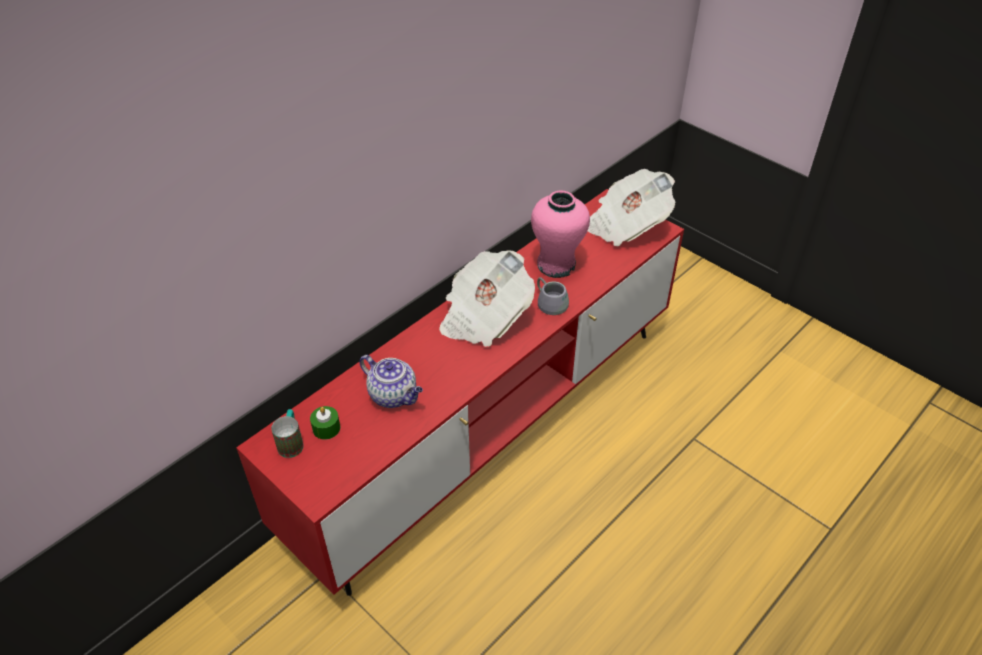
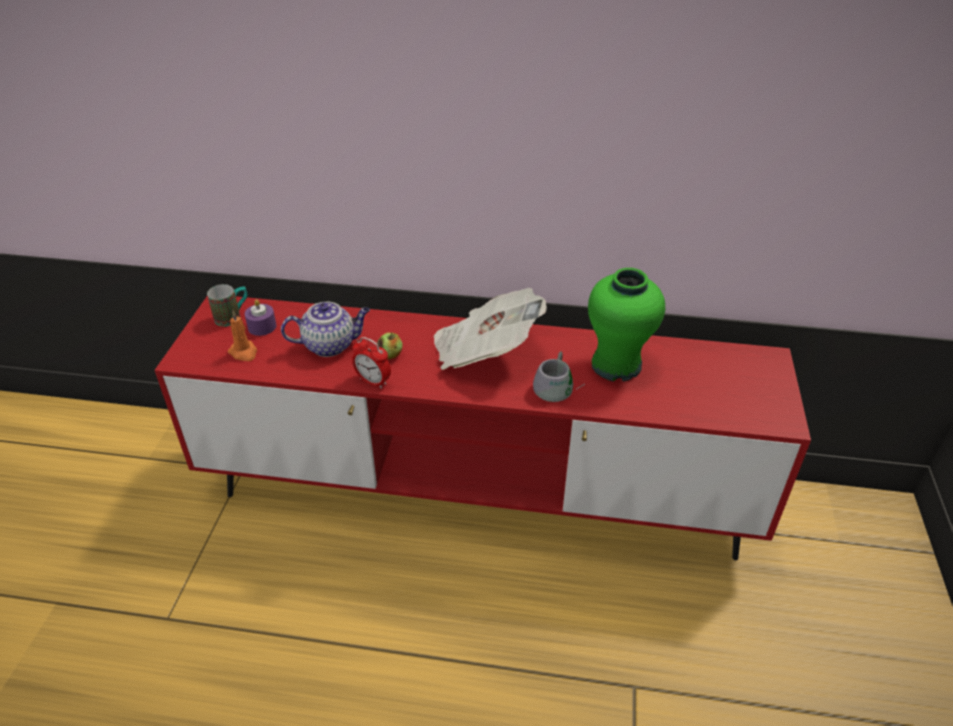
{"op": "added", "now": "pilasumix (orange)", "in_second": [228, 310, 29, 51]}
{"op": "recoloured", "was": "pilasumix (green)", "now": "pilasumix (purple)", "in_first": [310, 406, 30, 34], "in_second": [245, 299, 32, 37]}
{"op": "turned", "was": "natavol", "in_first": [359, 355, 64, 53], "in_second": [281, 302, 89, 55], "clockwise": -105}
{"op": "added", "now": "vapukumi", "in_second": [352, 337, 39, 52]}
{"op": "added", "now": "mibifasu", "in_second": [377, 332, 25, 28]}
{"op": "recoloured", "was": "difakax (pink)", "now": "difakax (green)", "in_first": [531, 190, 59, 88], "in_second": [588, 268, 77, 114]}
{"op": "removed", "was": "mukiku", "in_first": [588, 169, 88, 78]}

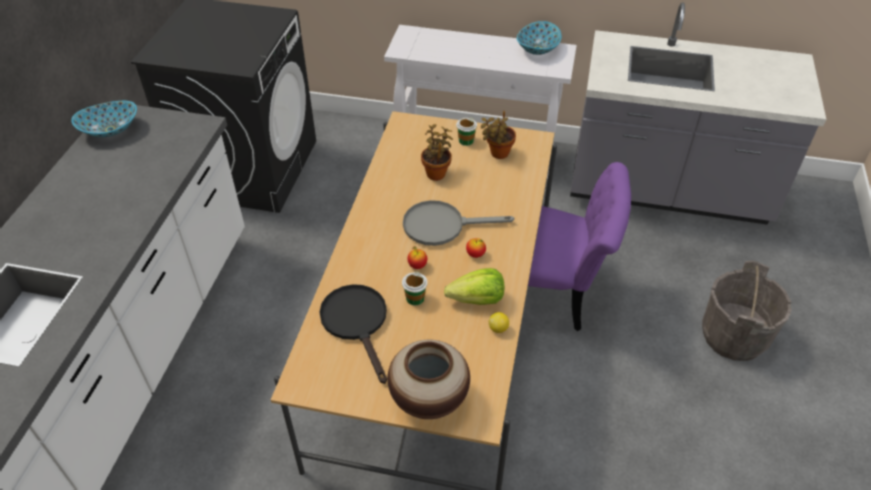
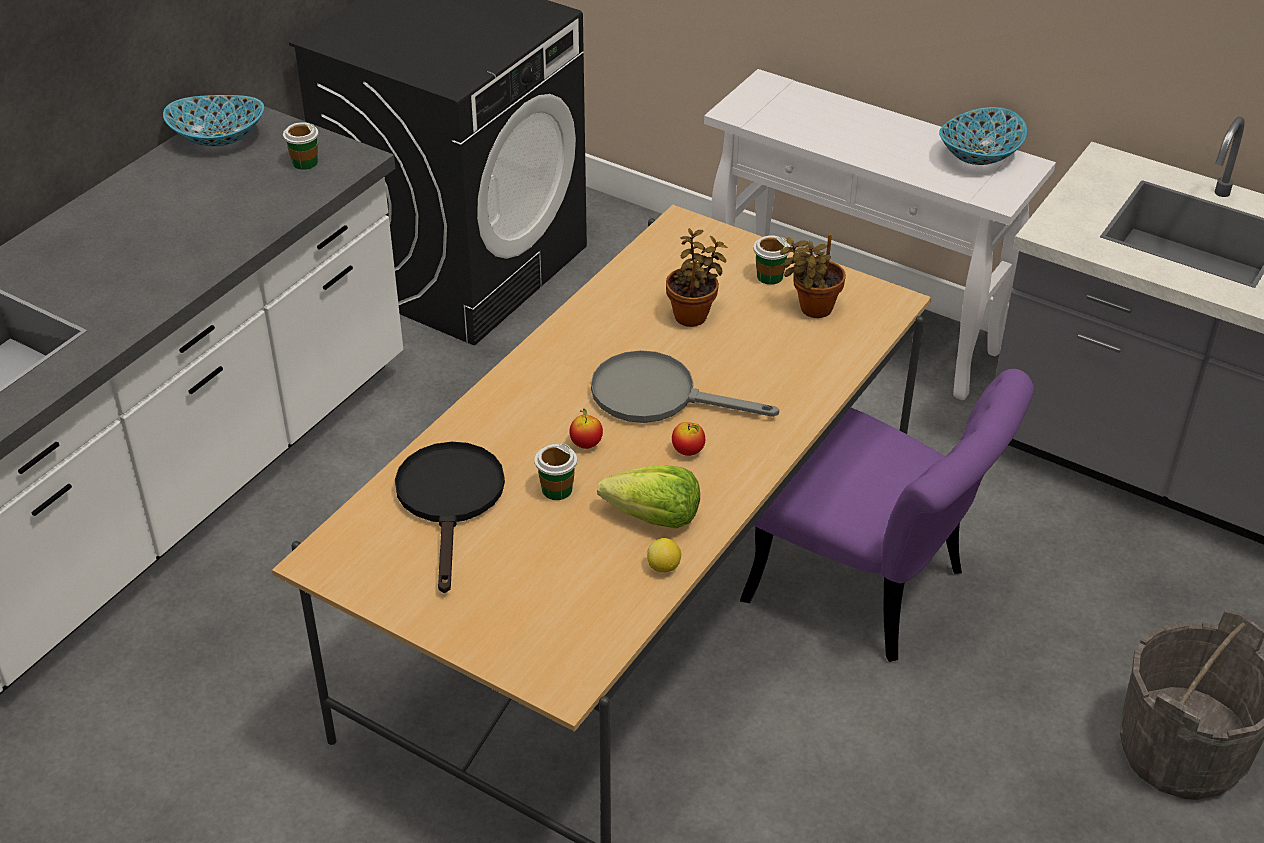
{"op": "added", "now": "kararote", "in_second": [283, 122, 36, 48]}
{"op": "removed", "was": "difakax", "in_first": [388, 340, 82, 79]}

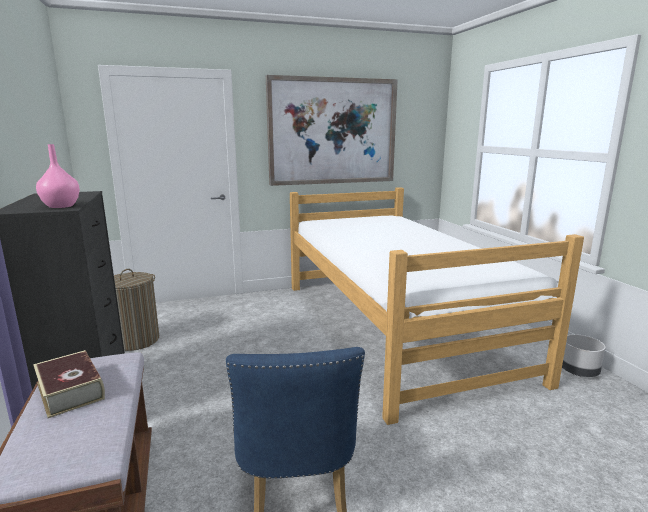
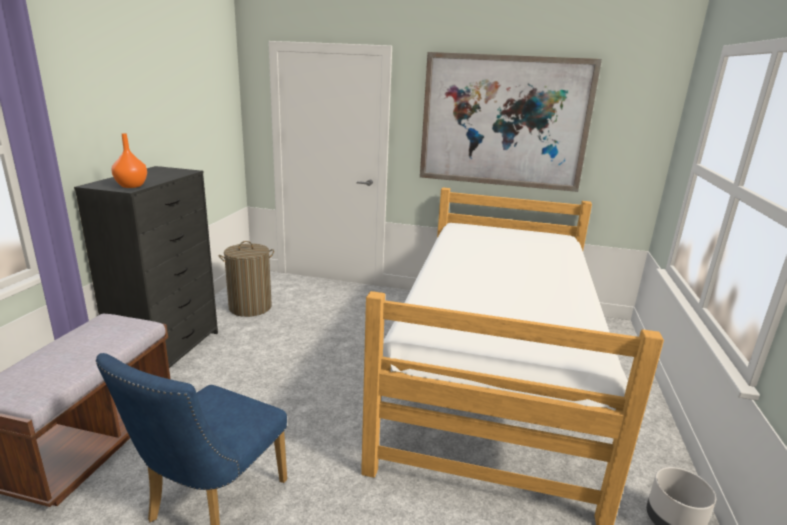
{"op": "recoloured", "was": "difakax (pink)", "now": "difakax (orange)", "in_first": [36, 144, 44, 64], "in_second": [111, 133, 36, 55]}
{"op": "removed", "was": "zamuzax", "in_first": [33, 350, 72, 68]}

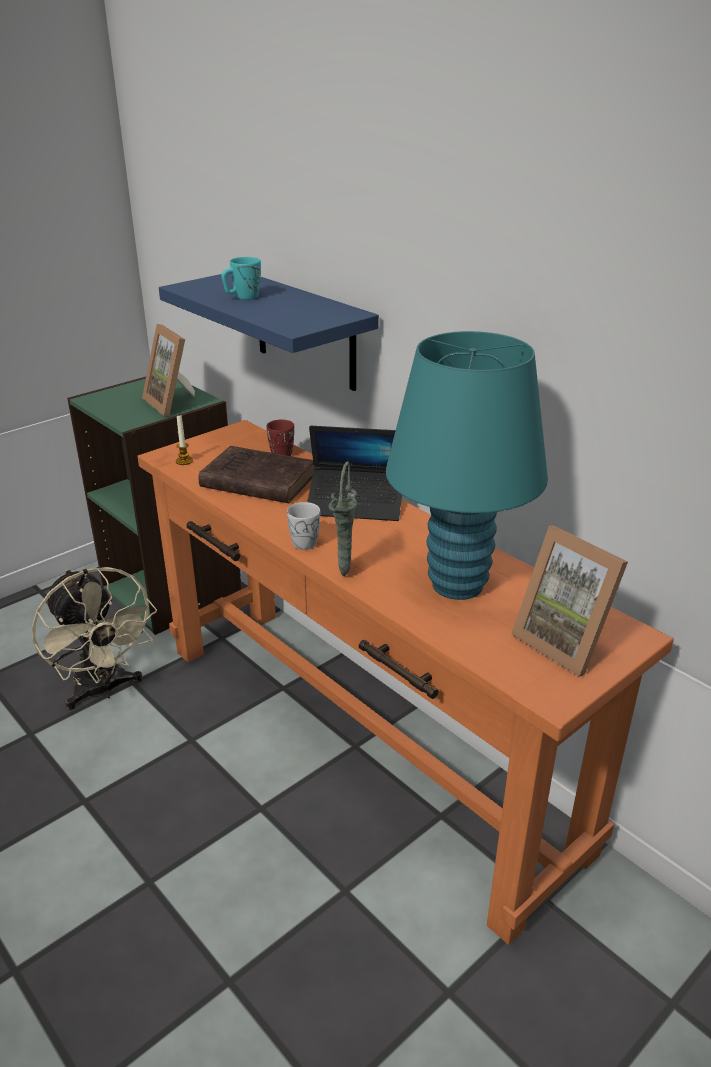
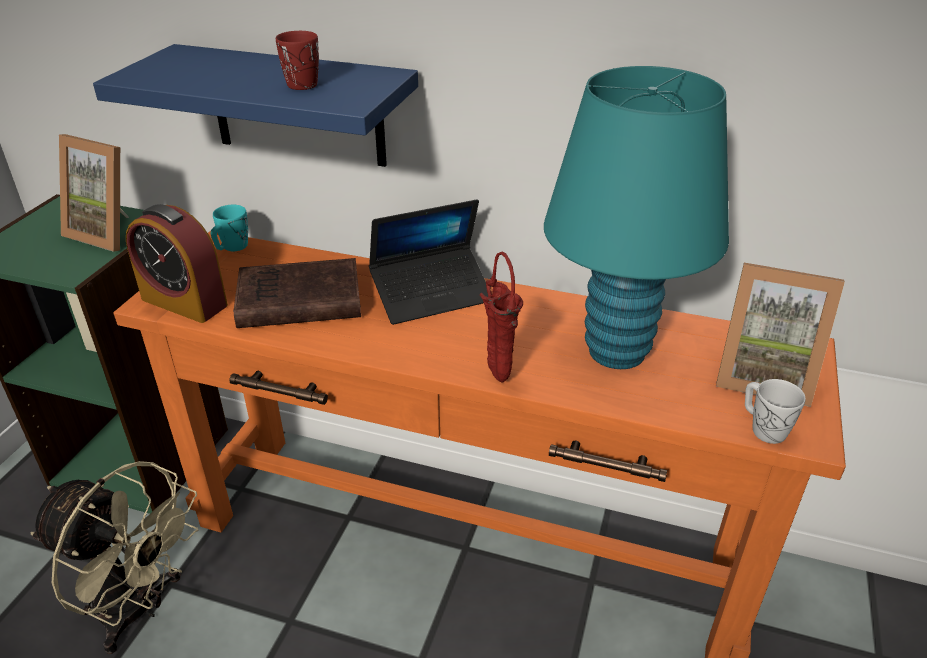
{"op": "replaced", "was": "pilasumix", "now": "vapukumi", "in_first": [176, 415, 17, 50], "in_second": [126, 204, 102, 119]}
{"op": "moved", "was": "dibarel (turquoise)", "in_first": [222, 257, 39, 43], "in_second": [211, 205, 37, 46]}
{"op": "moved", "was": "dibarel (red)", "in_first": [267, 420, 27, 36], "in_second": [276, 31, 43, 59]}
{"op": "recoloured", "was": "difakax (green)", "now": "difakax (red)", "in_first": [329, 462, 28, 114], "in_second": [480, 251, 43, 131]}
{"op": "moved", "was": "dibarel (white)", "in_first": [287, 502, 33, 48], "in_second": [745, 379, 61, 65]}

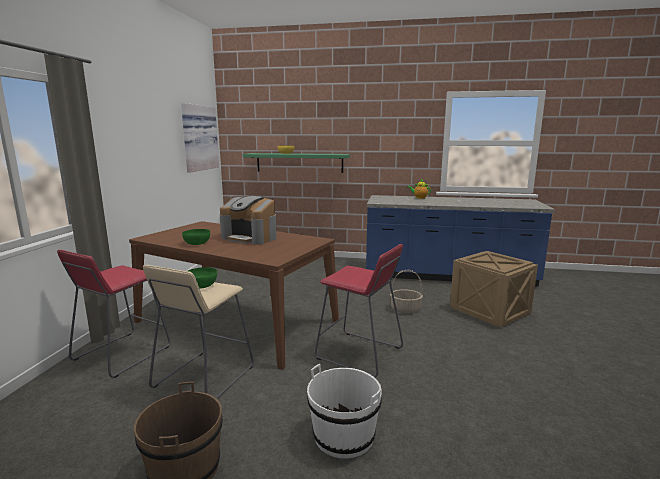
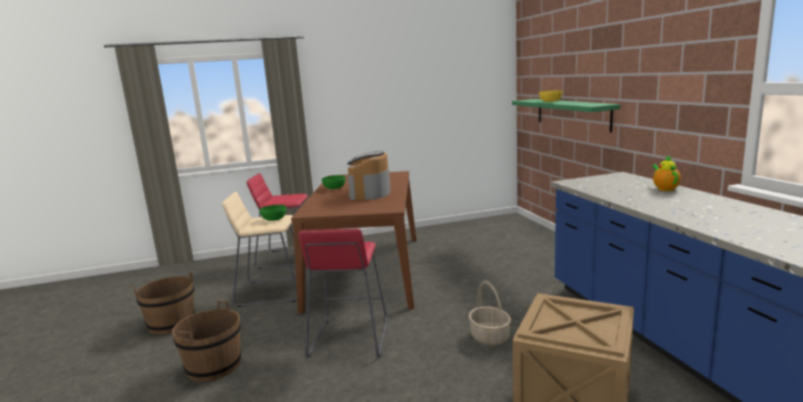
{"op": "recoloured", "was": "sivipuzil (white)", "now": "sivipuzil (brown)", "in_first": [307, 364, 75, 95], "in_second": [172, 301, 69, 81]}
{"op": "removed", "was": "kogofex", "in_first": [181, 103, 38, 70]}

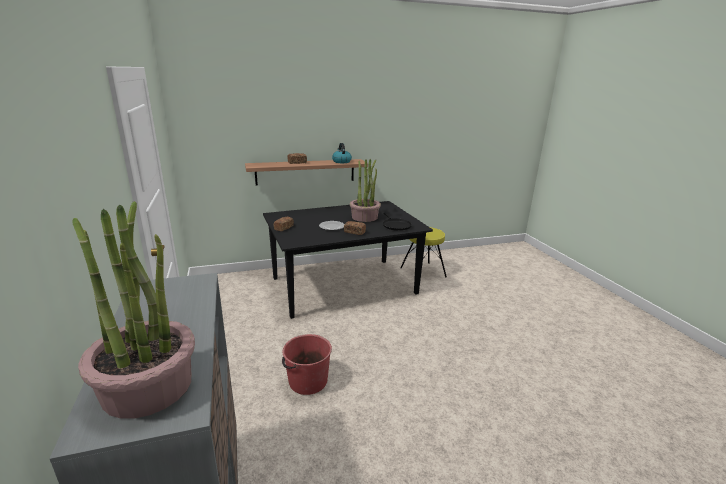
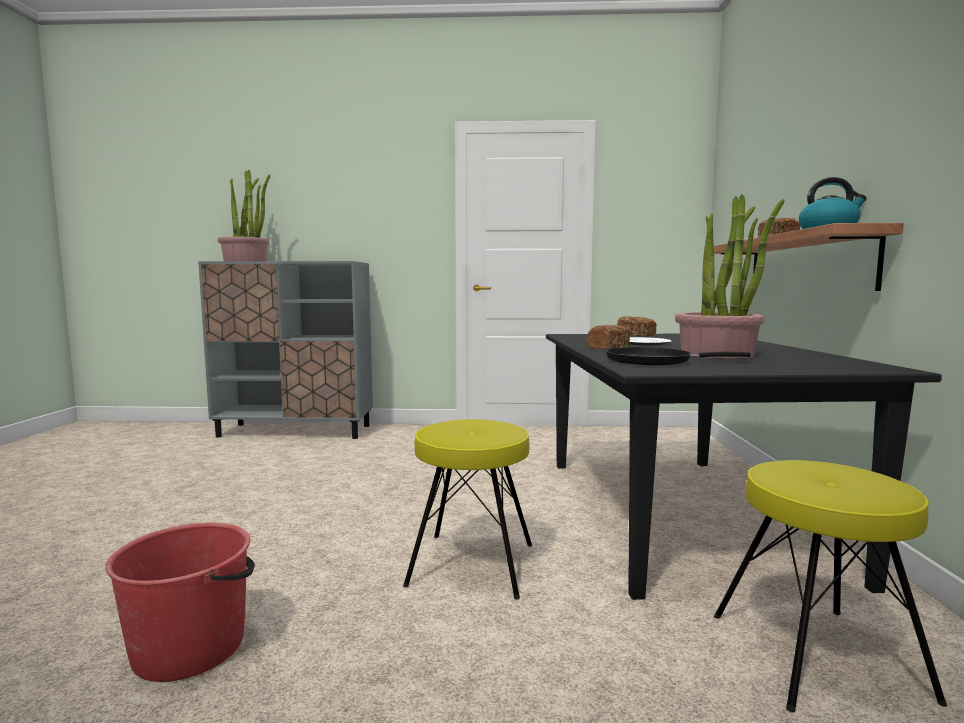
{"op": "moved", "was": "sivipuzil (red)", "in_first": [282, 334, 50, 61], "in_second": [105, 522, 150, 160]}
{"op": "added", "now": "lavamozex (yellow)", "in_second": [403, 419, 129, 181]}

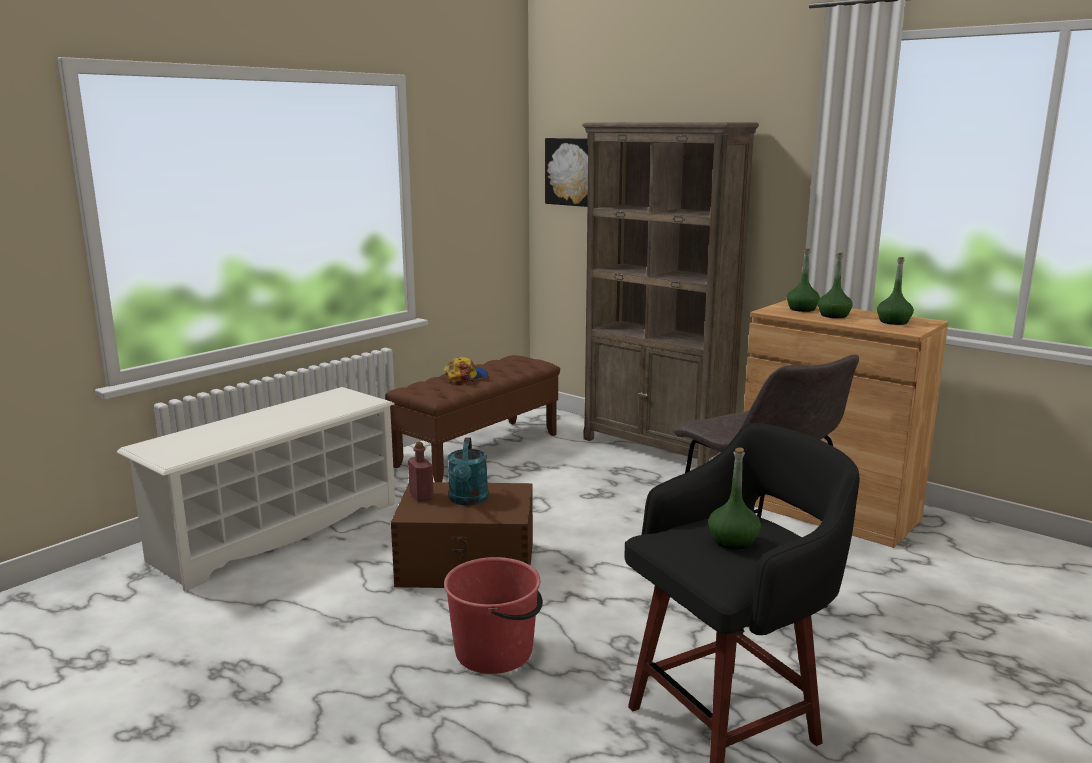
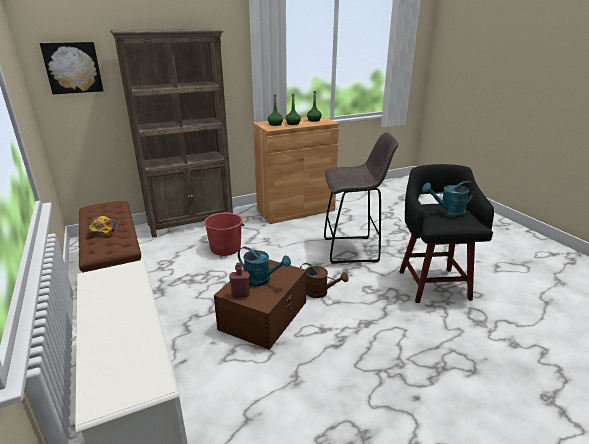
{"op": "moved", "was": "sivipuzil (red)", "in_first": [444, 557, 99, 117], "in_second": [204, 213, 41, 43]}
{"op": "added", "now": "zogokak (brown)", "in_second": [300, 263, 49, 35]}
{"op": "replaced", "was": "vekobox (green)", "now": "zogokak (turquoise)", "in_first": [708, 448, 53, 102], "in_second": [422, 181, 53, 37]}

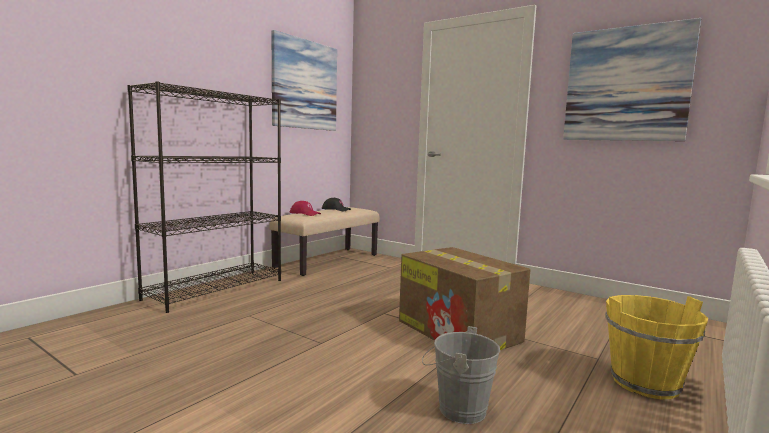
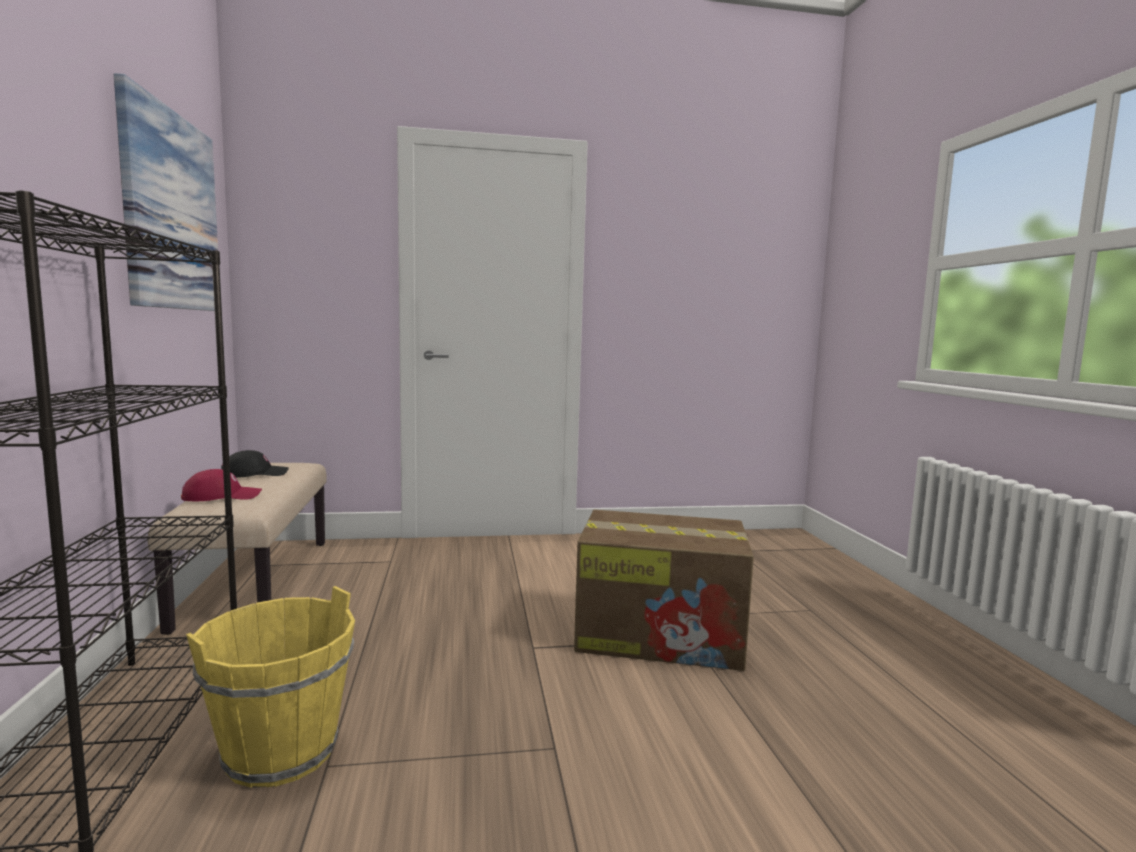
{"op": "moved", "was": "sivipuzil (yellow)", "in_first": [605, 295, 103, 104], "in_second": [186, 586, 169, 202]}
{"op": "removed", "was": "sivipuzil (grey)", "in_first": [422, 326, 78, 98]}
{"op": "removed", "was": "kogofex", "in_first": [563, 18, 138, 123]}

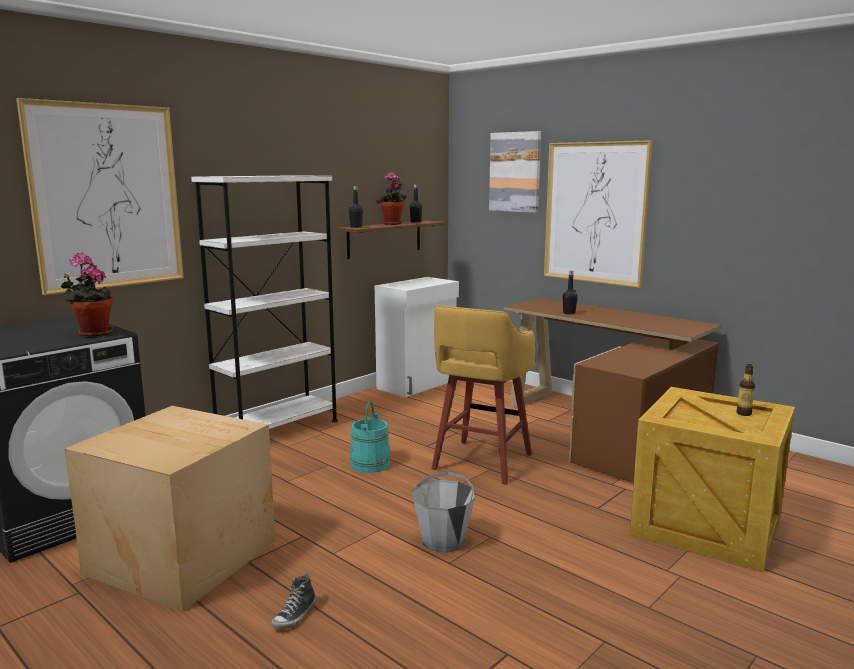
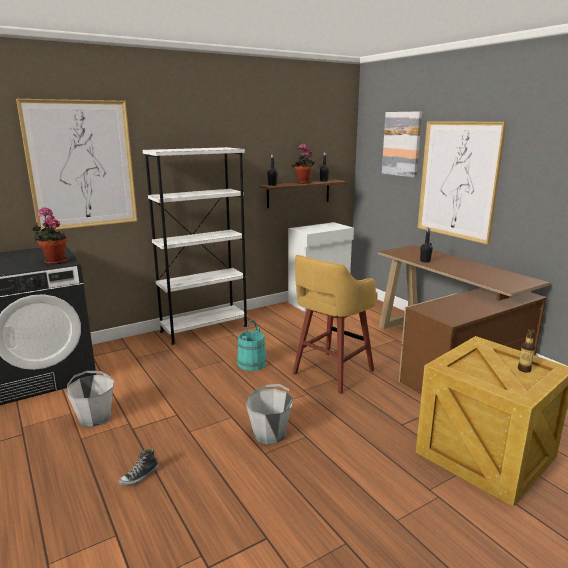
{"op": "replaced", "was": "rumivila", "now": "sivipuzil (grey)", "in_first": [65, 406, 211, 205], "in_second": [66, 371, 48, 56]}

